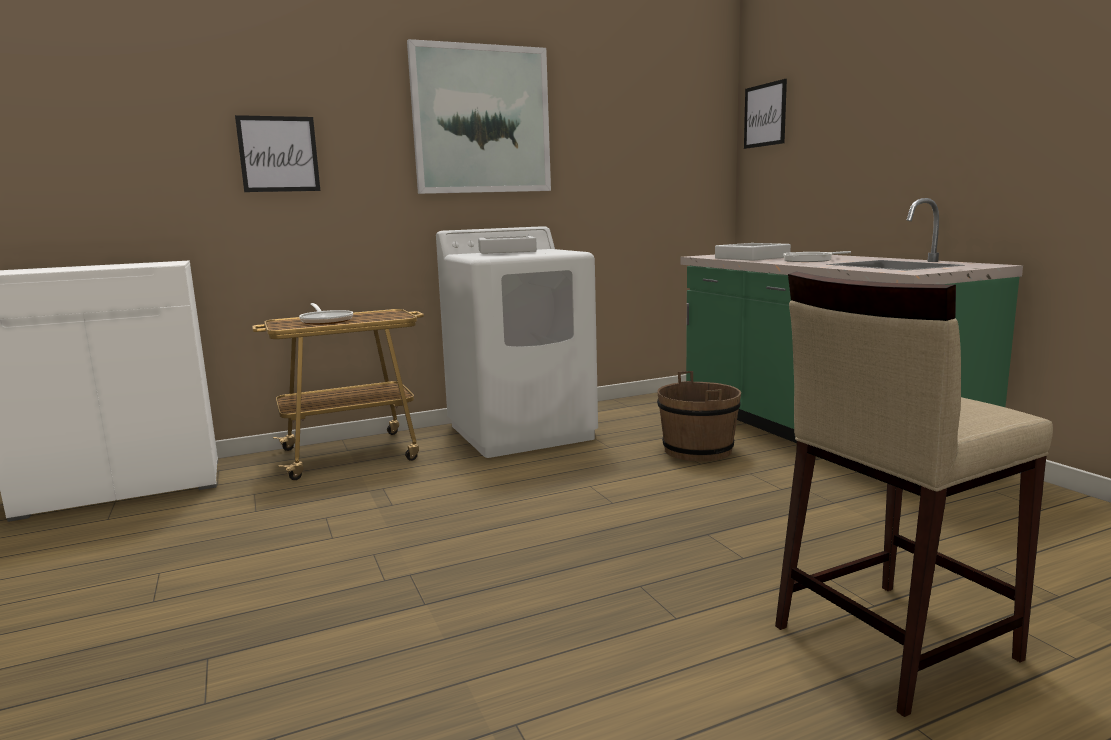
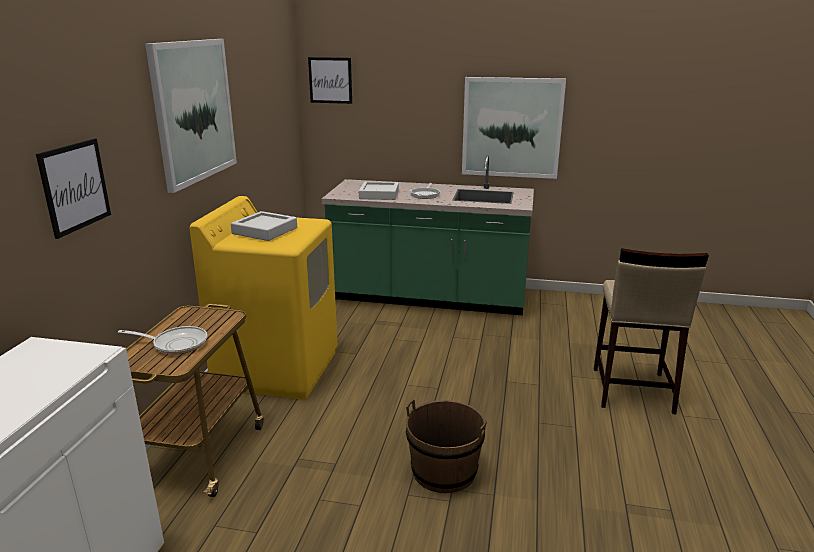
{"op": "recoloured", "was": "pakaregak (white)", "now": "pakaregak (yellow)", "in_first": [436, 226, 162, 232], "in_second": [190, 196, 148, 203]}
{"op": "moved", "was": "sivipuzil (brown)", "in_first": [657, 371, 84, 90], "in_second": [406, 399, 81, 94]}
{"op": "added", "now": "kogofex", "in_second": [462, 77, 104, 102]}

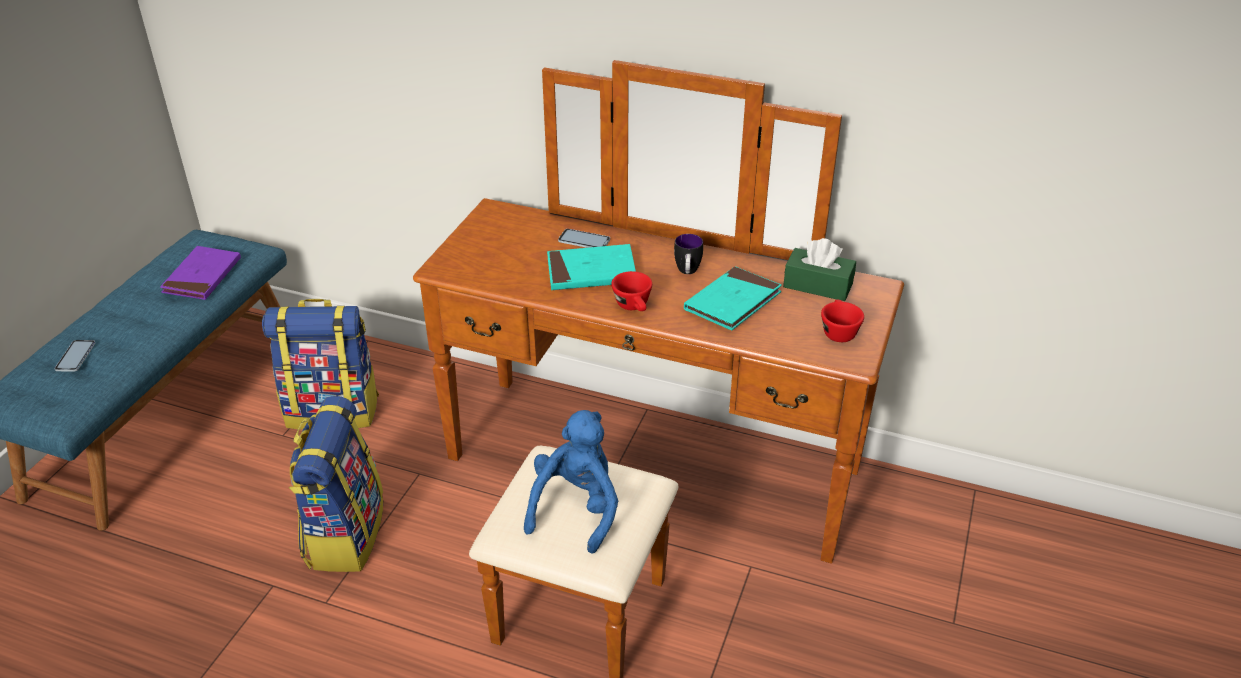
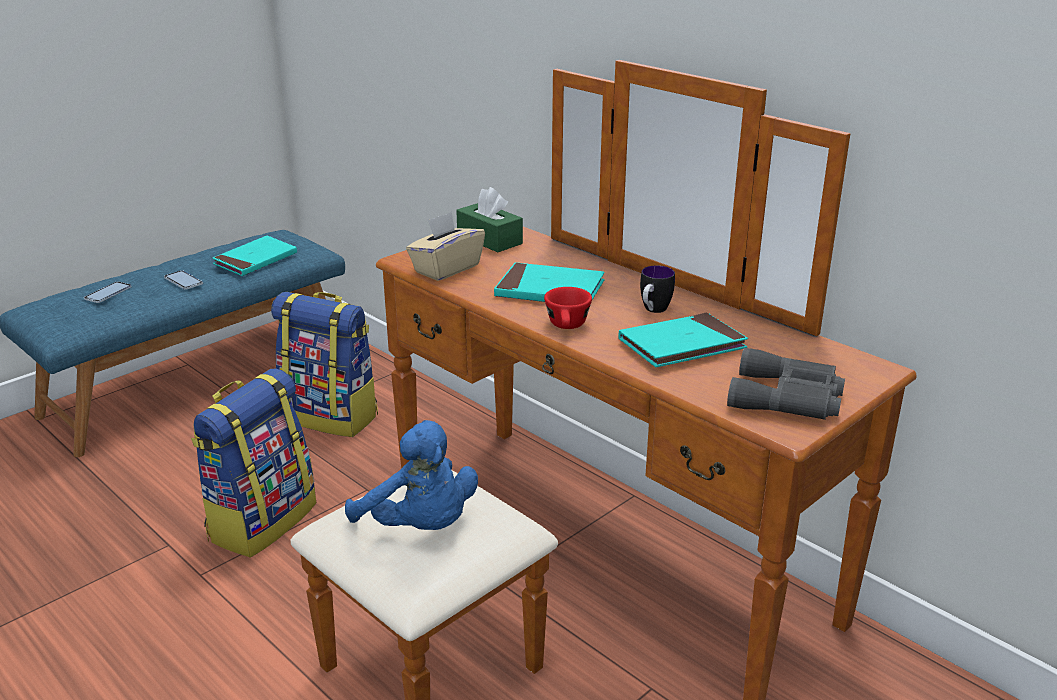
{"op": "moved", "was": "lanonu", "in_first": [558, 229, 52, 19], "in_second": [164, 270, 39, 20]}
{"op": "recoloured", "was": "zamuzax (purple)", "now": "zamuzax (turquoise)", "in_first": [160, 246, 81, 54], "in_second": [212, 236, 85, 40]}
{"op": "turned", "was": "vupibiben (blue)", "in_first": [524, 410, 94, 144], "in_second": [345, 420, 133, 110], "clockwise": 90}
{"op": "added", "now": "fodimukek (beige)", "in_second": [406, 212, 79, 69]}
{"op": "moved", "was": "fodimukek (green)", "in_first": [783, 238, 73, 63], "in_second": [456, 187, 67, 65]}
{"op": "replaced", "was": "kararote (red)", "now": "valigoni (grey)", "in_first": [821, 300, 43, 42], "in_second": [727, 348, 118, 72]}

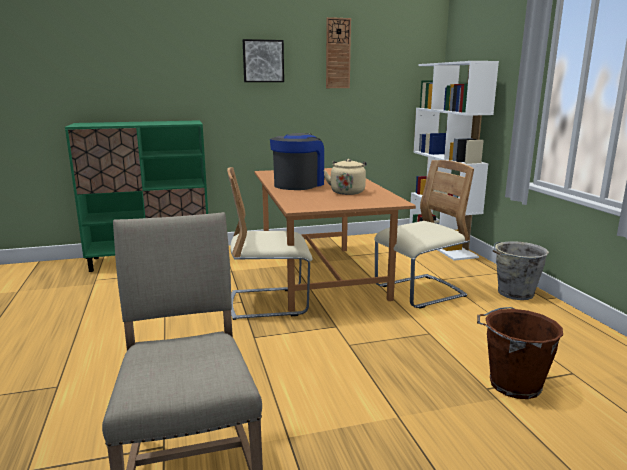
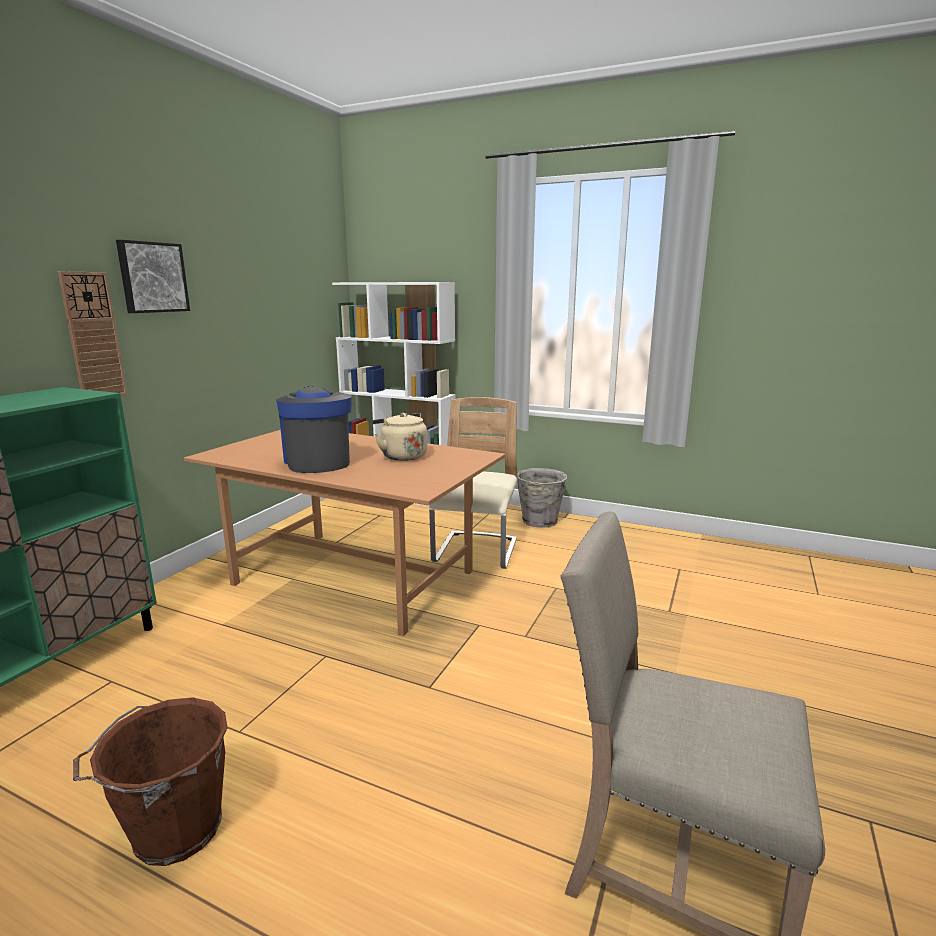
{"op": "moved", "was": "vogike", "in_first": [326, 17, 25, 71], "in_second": [58, 271, 70, 125]}
{"op": "moved", "was": "sivipuzil (brown)", "in_first": [477, 307, 86, 92], "in_second": [73, 697, 154, 169]}
{"op": "removed", "was": "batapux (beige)", "in_first": [227, 167, 86, 153]}

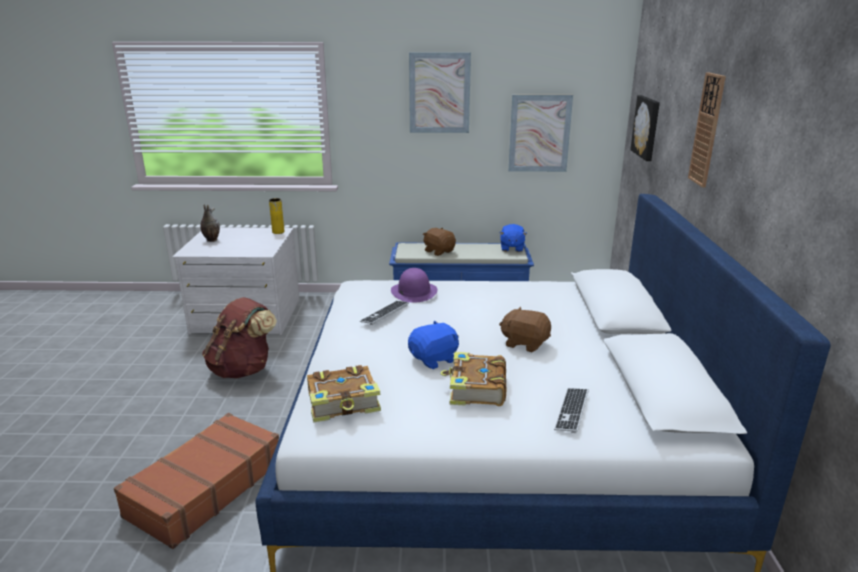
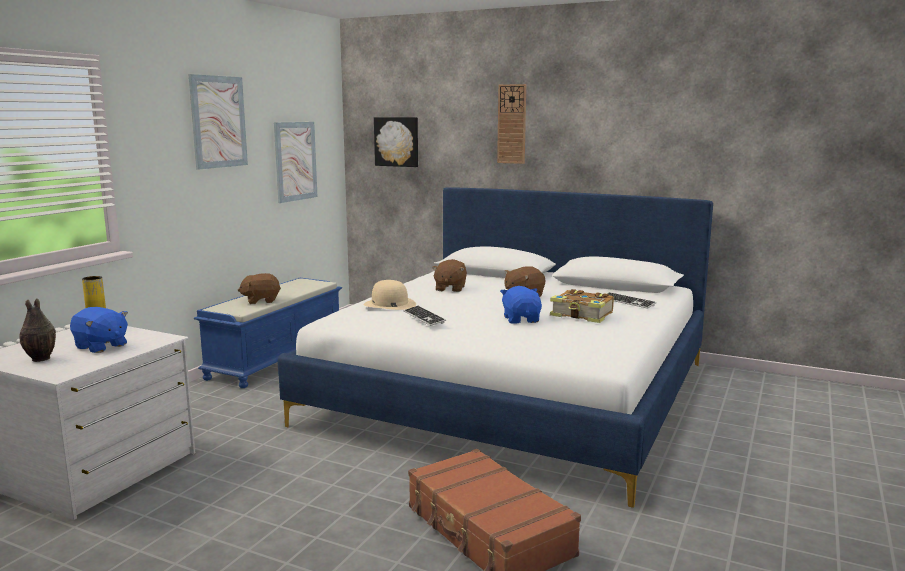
{"op": "moved", "was": "vupibiben (blue)", "in_first": [499, 224, 28, 28], "in_second": [70, 307, 58, 46]}
{"op": "recoloured", "was": "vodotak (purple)", "now": "vodotak (beige)", "in_first": [391, 268, 47, 34], "in_second": [364, 280, 52, 30]}
{"op": "added", "now": "vupibiben (brown)", "in_second": [432, 259, 35, 33]}
{"op": "removed", "was": "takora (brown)", "in_first": [202, 297, 75, 81]}
{"op": "removed", "was": "zamuzax", "in_first": [307, 365, 74, 58]}

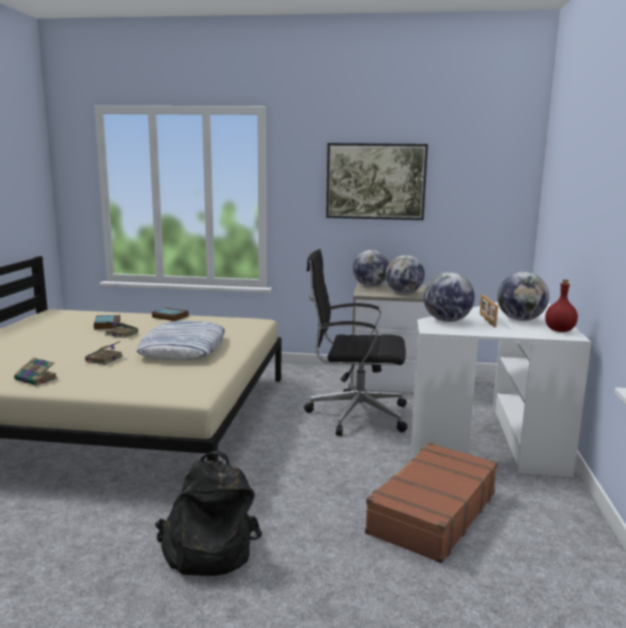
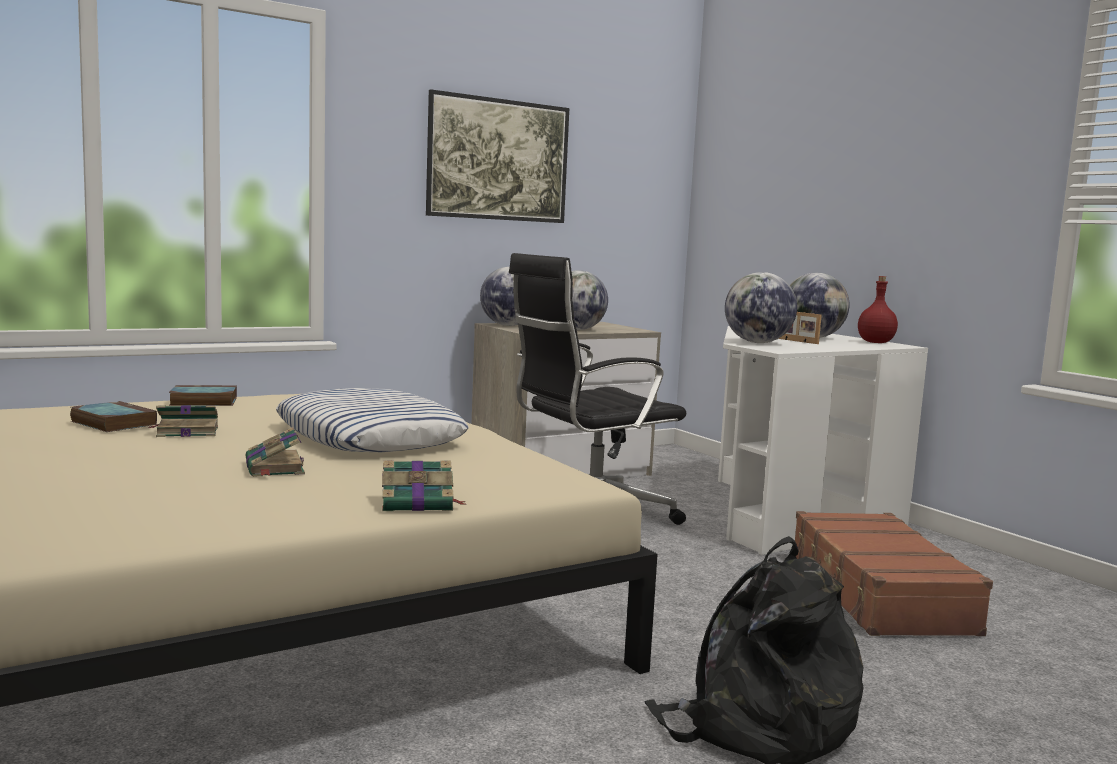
{"op": "moved", "was": "zamuzax", "in_first": [14, 357, 44, 29], "in_second": [382, 460, 84, 51]}

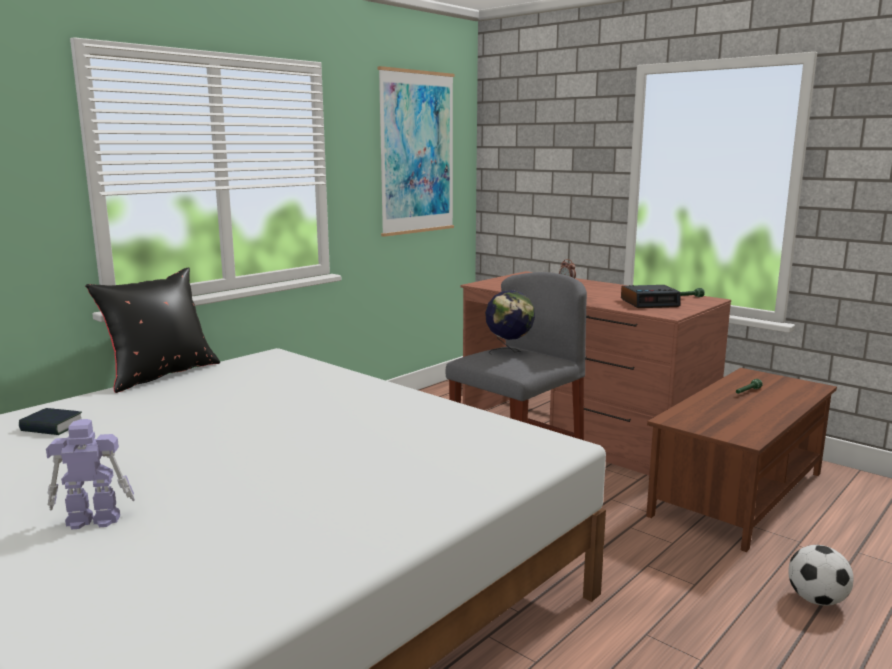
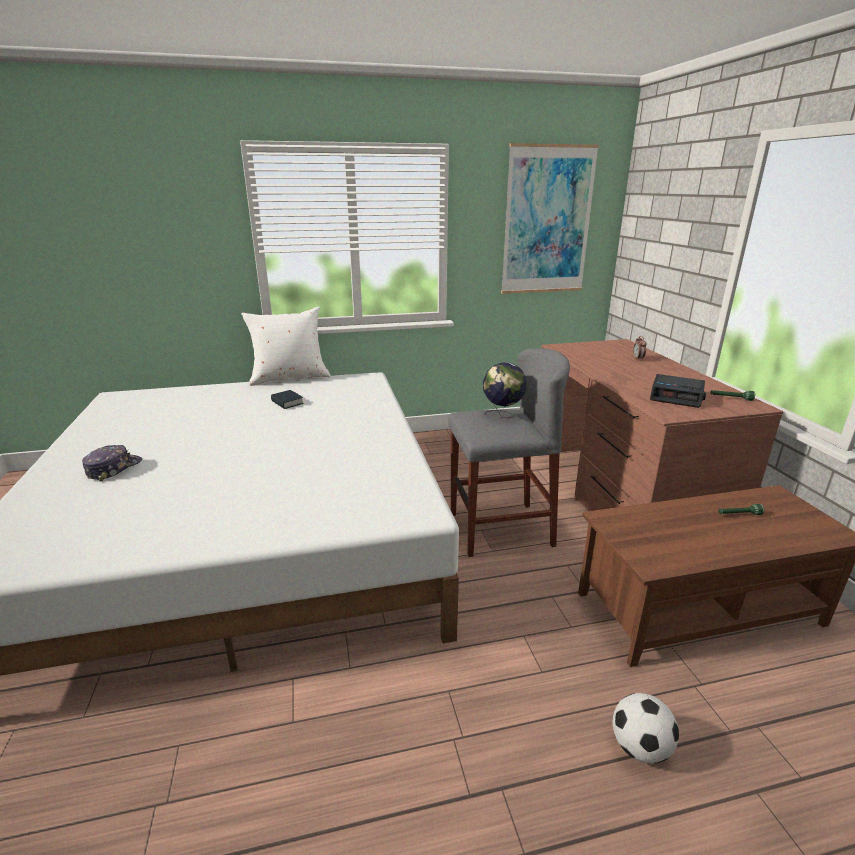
{"op": "replaced", "was": "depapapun", "now": "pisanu", "in_first": [46, 419, 89, 111], "in_second": [82, 445, 60, 37]}
{"op": "recoloured", "was": "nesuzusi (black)", "now": "nesuzusi (white)", "in_first": [85, 267, 135, 126], "in_second": [241, 307, 90, 79]}
{"op": "moved", "was": "zamuzax", "in_first": [19, 408, 63, 27], "in_second": [271, 390, 33, 19]}

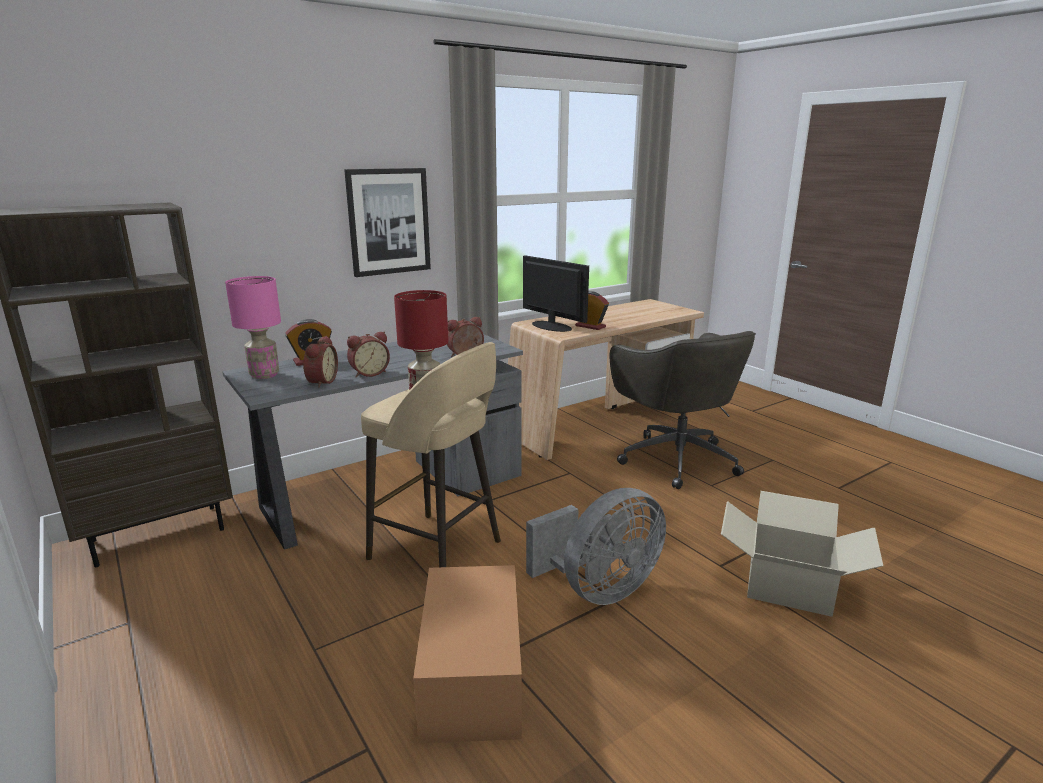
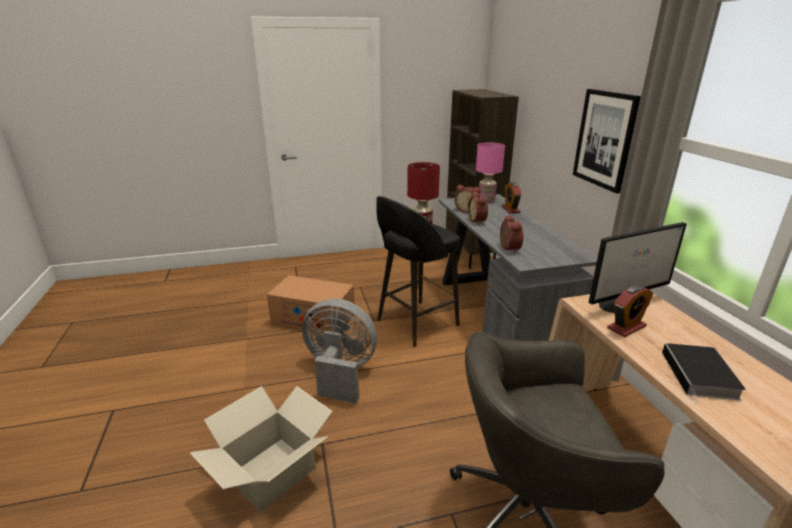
{"op": "turned", "was": "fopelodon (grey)", "in_first": [526, 488, 140, 117], "in_second": [302, 298, 75, 105], "clockwise": 120}
{"op": "recoloured", "was": "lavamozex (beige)", "now": "lavamozex (black)", "in_first": [361, 342, 140, 225], "in_second": [376, 196, 84, 151]}
{"op": "added", "now": "zamuzax", "in_second": [662, 343, 84, 61]}

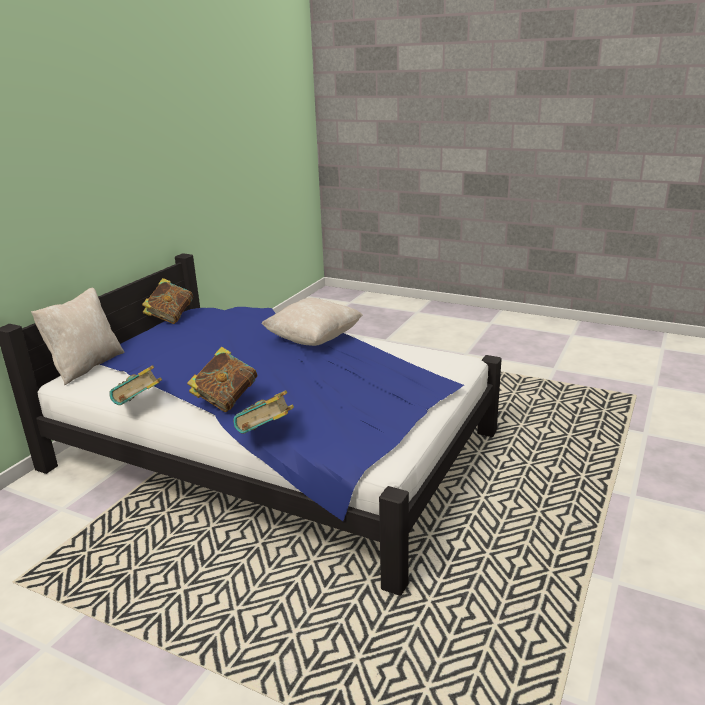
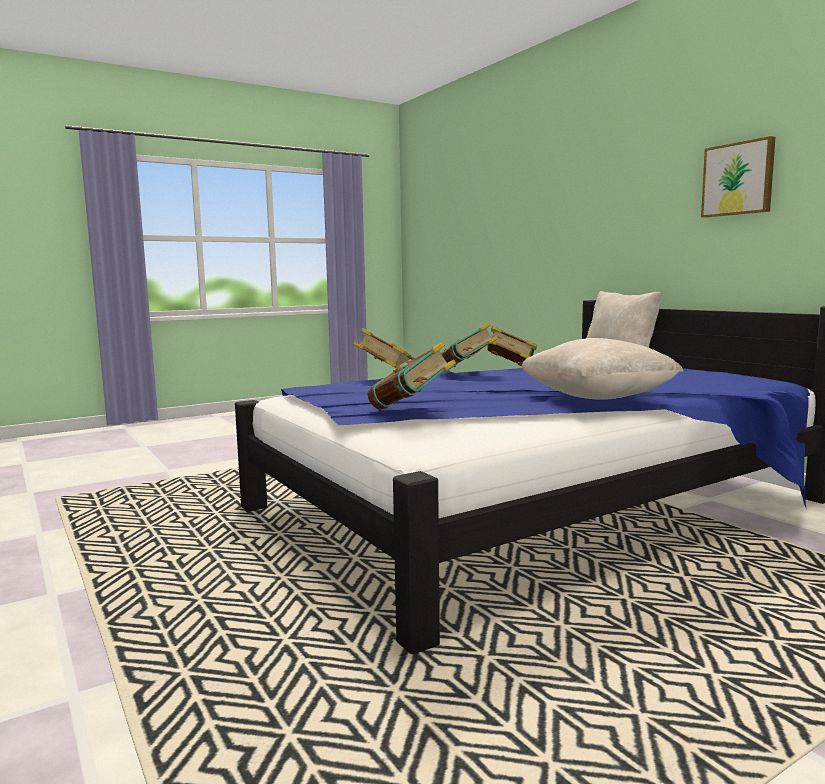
{"op": "moved", "was": "zamuzax", "in_first": [142, 278, 51, 46], "in_second": [367, 342, 89, 67]}
{"op": "added", "now": "kogofex", "in_second": [701, 136, 74, 82]}

